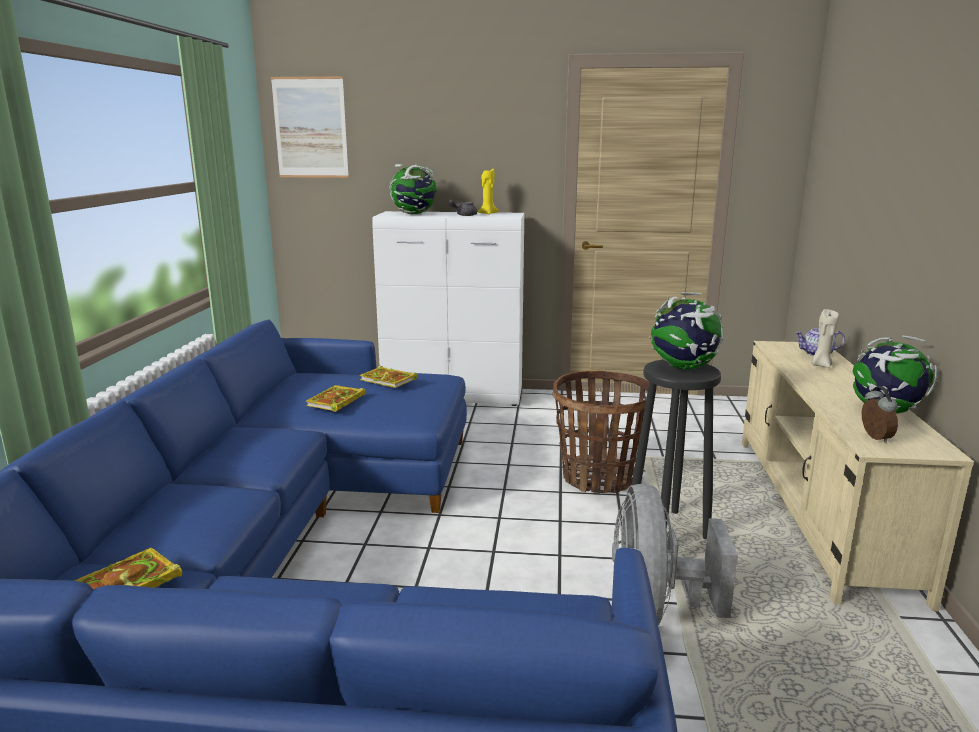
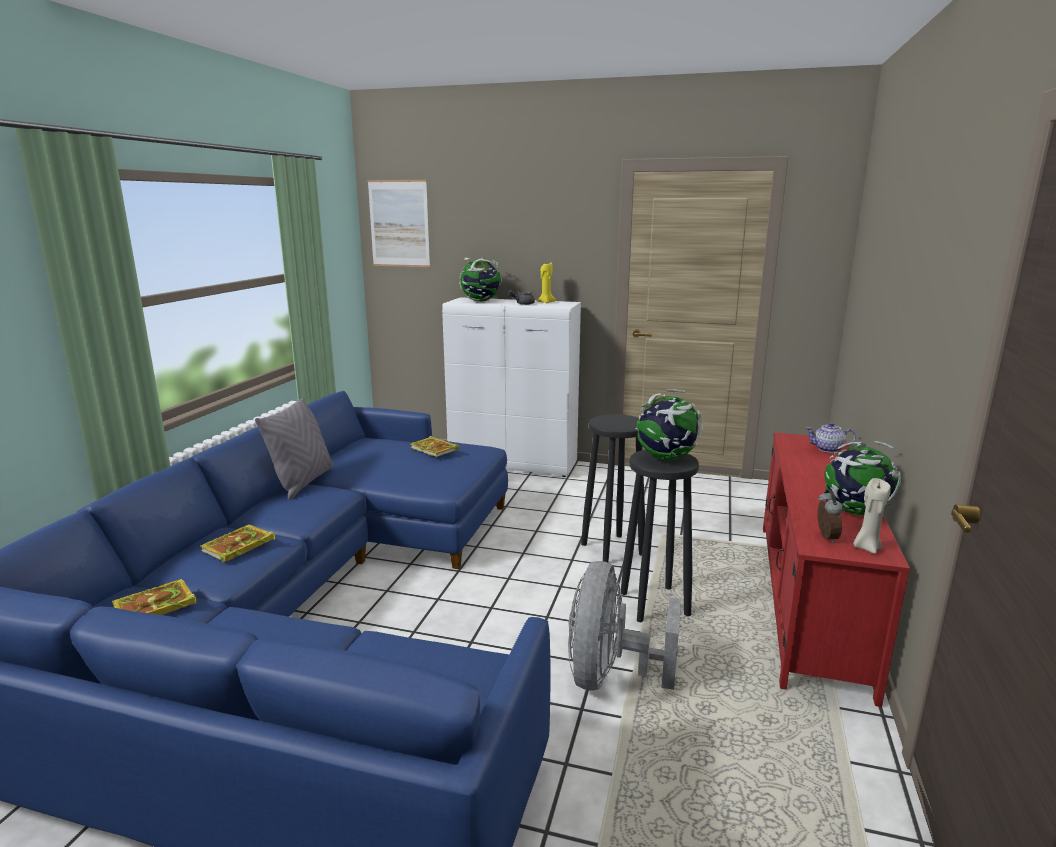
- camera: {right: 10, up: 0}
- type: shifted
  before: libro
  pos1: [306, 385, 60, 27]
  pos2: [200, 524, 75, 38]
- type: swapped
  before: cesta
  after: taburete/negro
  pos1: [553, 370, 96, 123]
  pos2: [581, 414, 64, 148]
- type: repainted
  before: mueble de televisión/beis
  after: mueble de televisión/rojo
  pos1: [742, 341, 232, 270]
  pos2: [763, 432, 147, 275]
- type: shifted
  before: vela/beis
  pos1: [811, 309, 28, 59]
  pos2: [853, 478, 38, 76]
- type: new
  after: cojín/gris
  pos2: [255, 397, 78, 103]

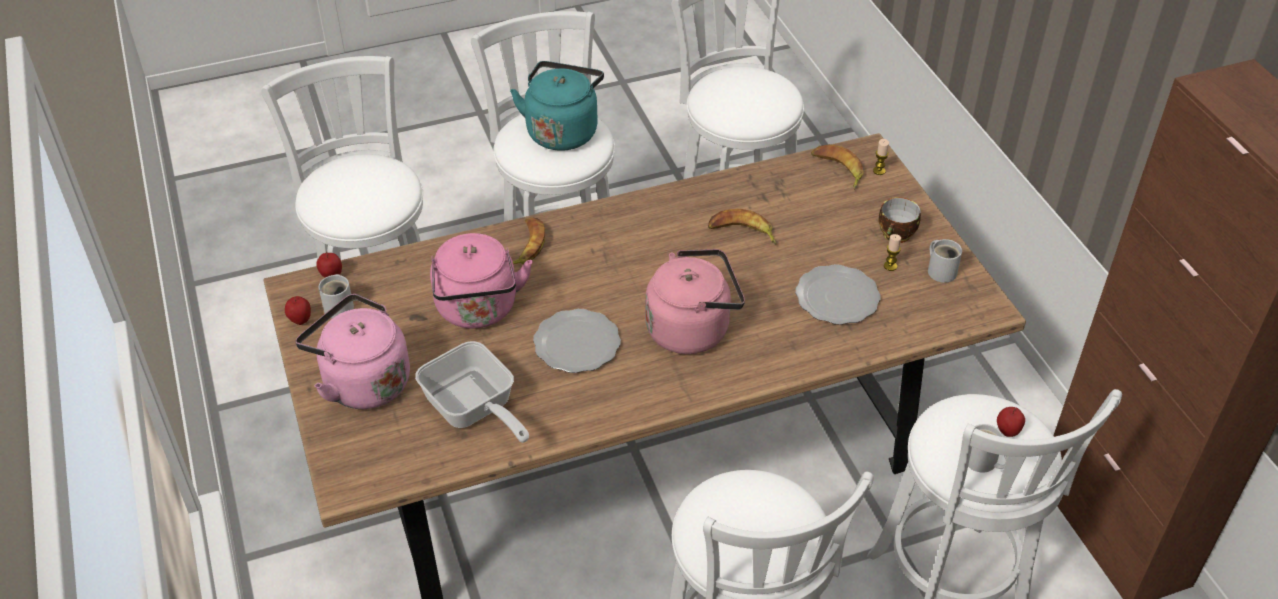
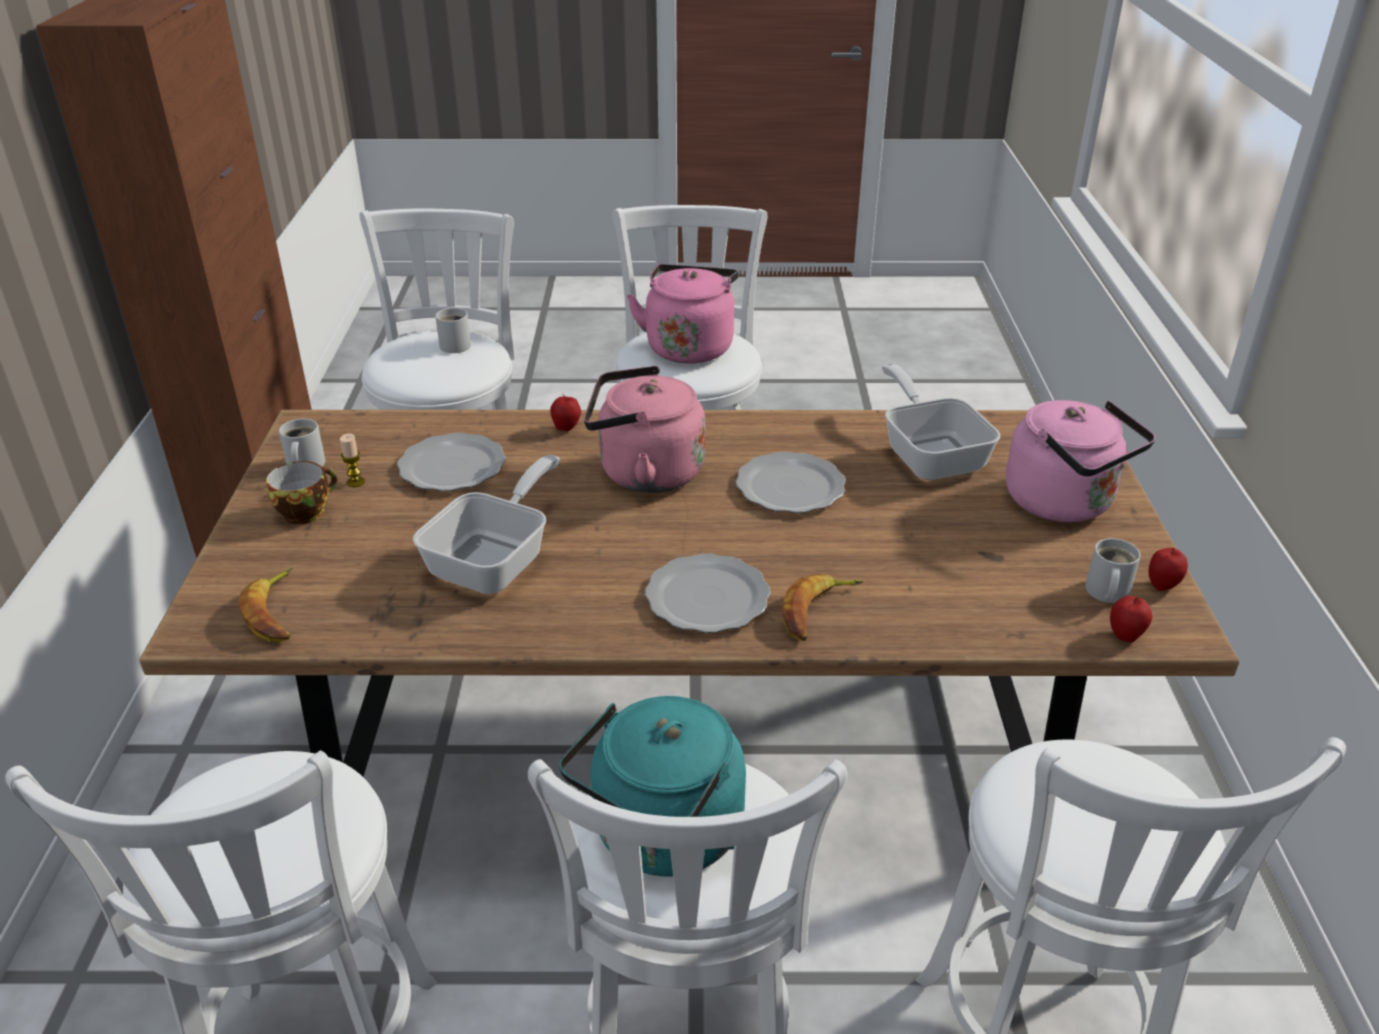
- camera: {right: -160, up: -10}
- type: shifted
  before: hervidor/rosa
  pos1: [430, 233, 103, 96]
  pos2: [627, 264, 112, 100]
- type: swapped
  before: plátano
  after: sartén
  pos1: [708, 209, 69, 36]
  pos2: [413, 455, 147, 139]
- type: gone
  before: vela
  pos1: [873, 139, 16, 36]
- type: shifted
  before: manzana
  pos1: [997, 407, 28, 30]
  pos2: [550, 394, 31, 37]
- type: new
  after: plato
  pos2: [645, 553, 126, 80]

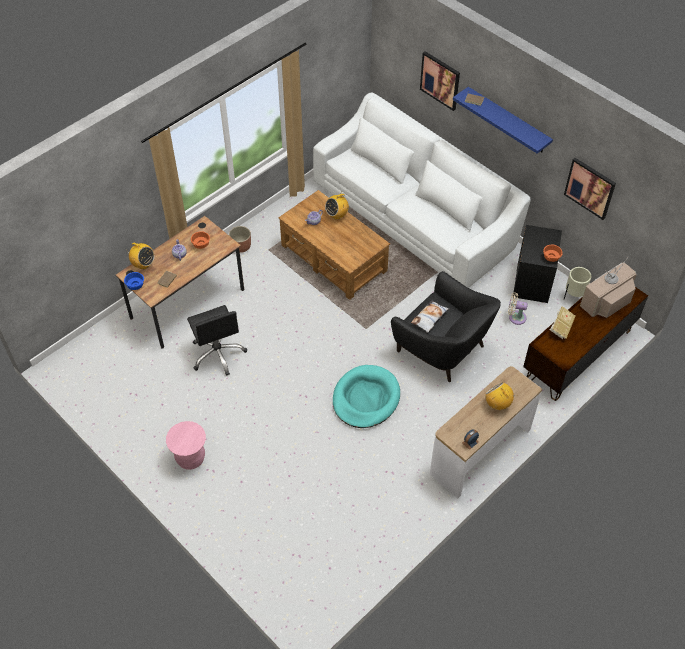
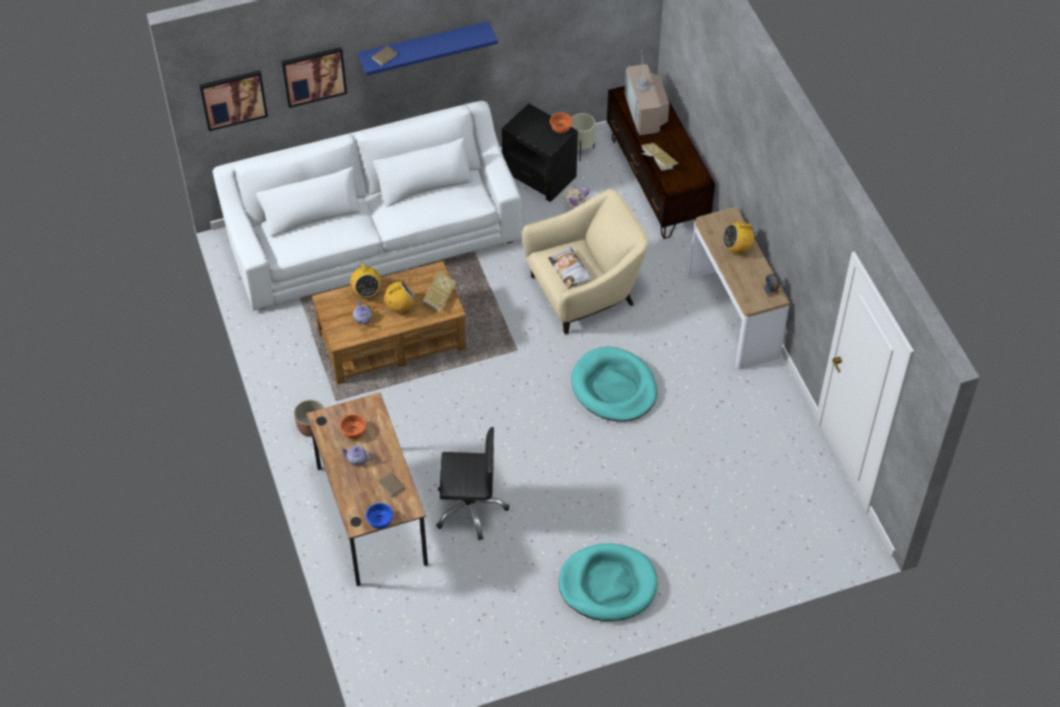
- camera: {right: -65, up: 0}
- type: shifted
  before: radio
  pos1: [128, 243, 26, 26]
  pos2: [385, 281, 31, 33]
- type: swapped
  before: taburete/rosa
  after: cama para perro/turquesa
  pos1: [166, 421, 40, 49]
  pos2: [559, 543, 99, 78]
- type: repainted
  before: sillón/negro
  after: sillón/beis
  pos1: [391, 271, 110, 111]
  pos2: [522, 189, 126, 145]
- type: shifted
  before: cuadro
  pos1: [564, 158, 52, 62]
  pos2: [199, 70, 69, 61]
- type: new
  after: libro
  pos2: [423, 271, 34, 40]

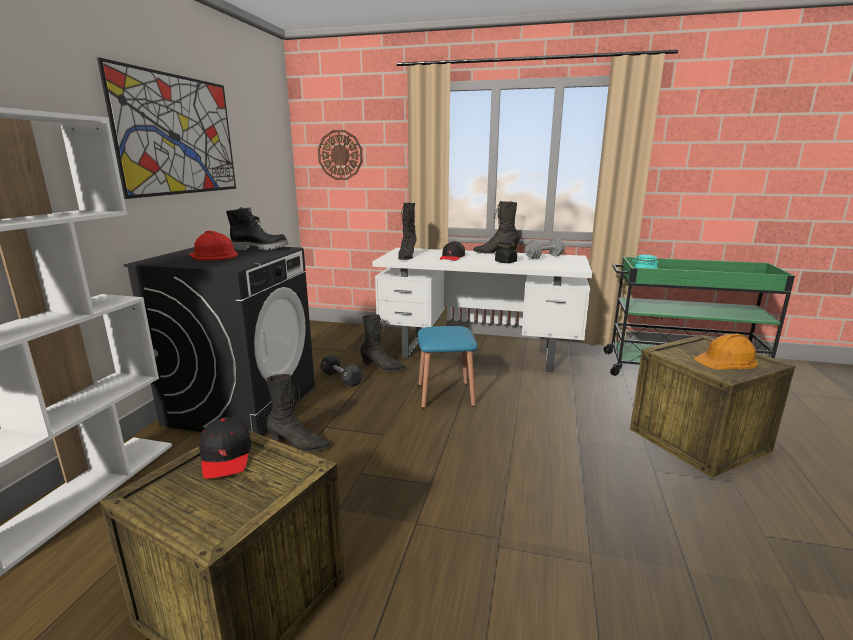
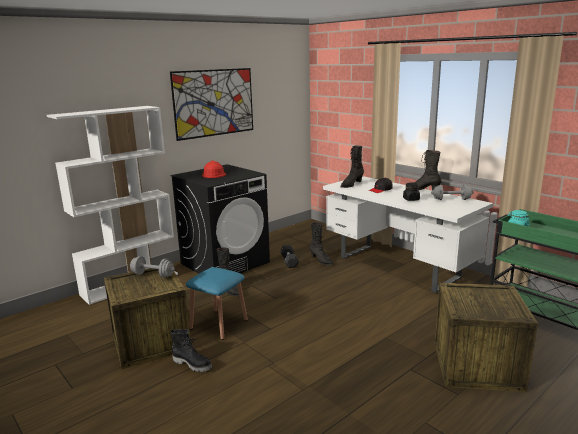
- camera: {right: 35, up: 0}
- type: swapped
  before: gorra/negro
  after: mancuerna/gris
  pos1: [199, 417, 52, 62]
  pos2: [130, 256, 45, 22]
- type: shifted
  before: bota/negro
  pos1: [226, 207, 62, 43]
  pos2: [170, 329, 42, 43]
- type: gone
  before: reloj de pared
  pos1: [318, 130, 45, 50]
- type: shifted
  before: taburete/azul
  pos1: [418, 326, 60, 82]
  pos2: [186, 267, 62, 73]
- type: gone
  before: casco/naranja
  pos1: [694, 334, 64, 36]

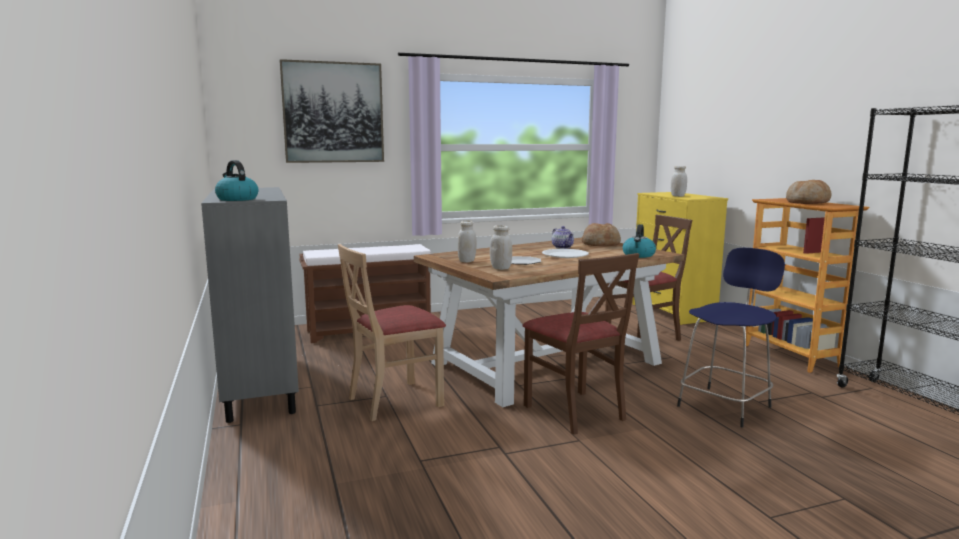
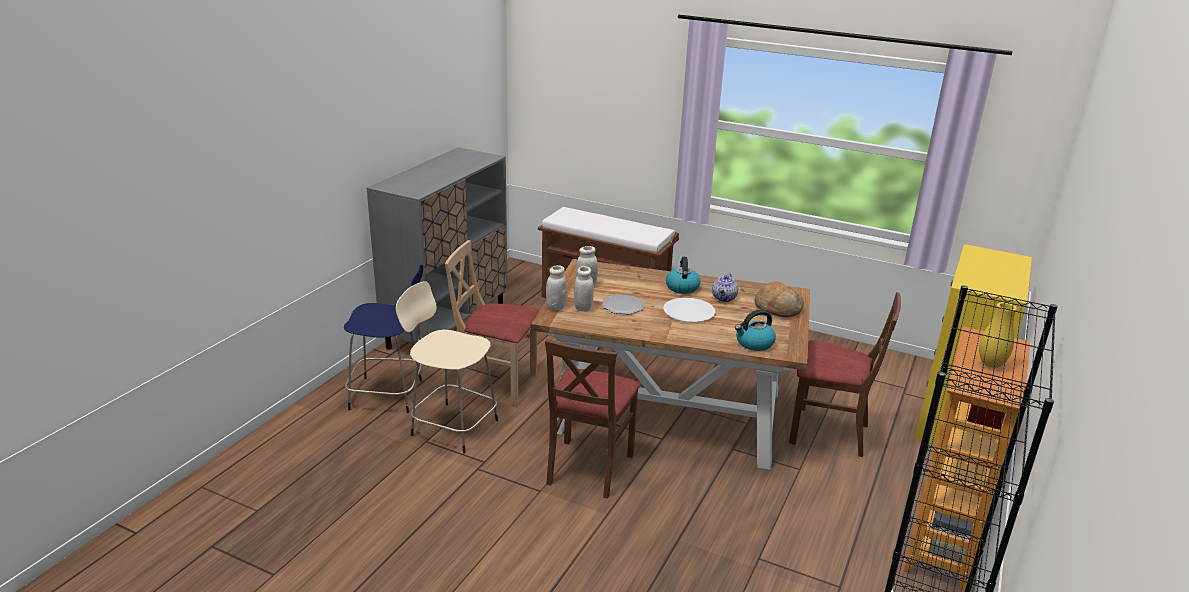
- camera: {right: 45, up: 15}
- type: shifted
  before: hervidor
  pos1: [215, 160, 44, 41]
  pos2: [666, 257, 35, 37]
- type: gone
  before: cuadro
  pos1: [280, 59, 104, 104]
- type: shifted
  before: tarro/blanco
  pos1: [671, 166, 16, 31]
  pos2: [546, 265, 21, 45]
- type: shifted
  before: taburete/azul
  pos1: [677, 248, 108, 180]
  pos2: [344, 265, 79, 148]
- type: swapped
  before: pan
  after: florero/amarillo
  pos1: [786, 180, 46, 24]
  pos2: [979, 302, 38, 66]
- type: new
  after: taburete/beis
  pos2: [396, 282, 102, 171]

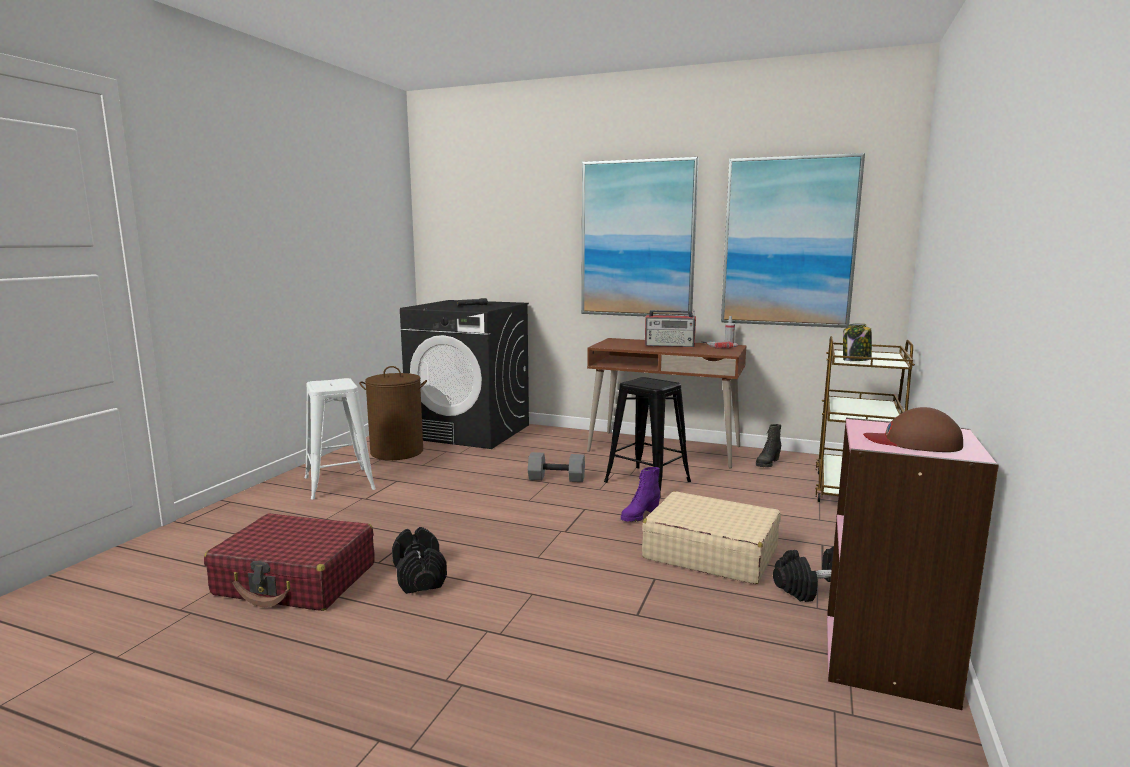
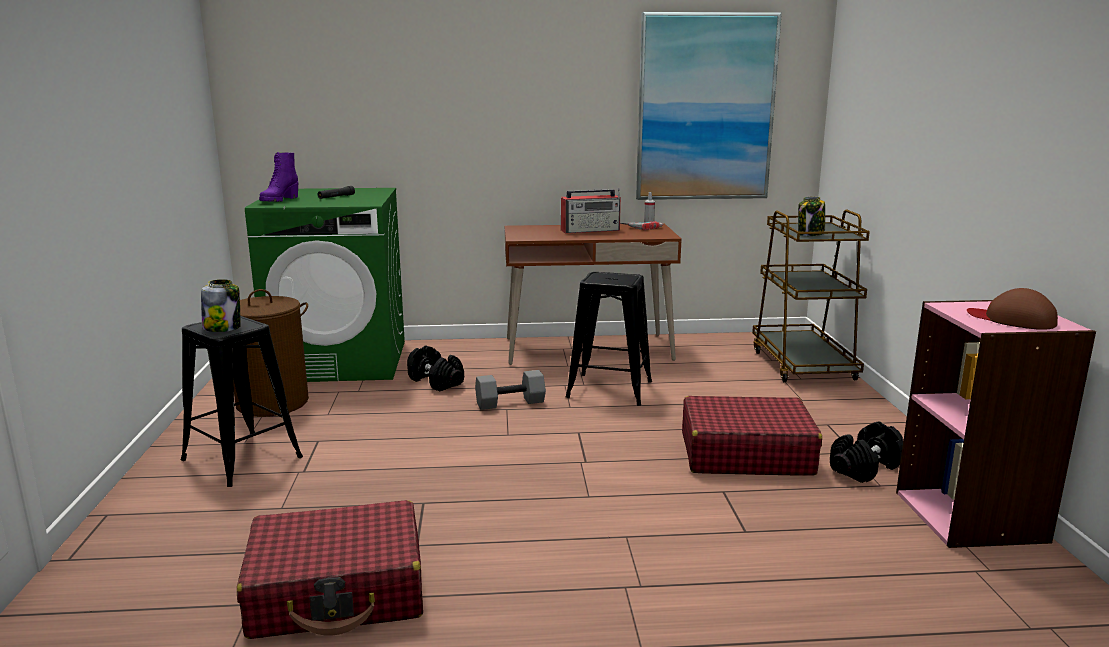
- camera: {right: -25, up: 5}
- type: repainted
  before: taburete/blanco
  after: taburete/negro
  pos1: [305, 378, 71, 122]
  pos2: [181, 316, 122, 171]
- type: shifted
  before: mancuerna/negro
  pos1: [392, 527, 55, 67]
  pos2: [407, 345, 57, 46]
- type: repainted
  before: lavadora/negro
  after: lavadora/verde
  pos1: [400, 300, 129, 149]
  pos2: [245, 188, 160, 194]
- type: gone
  before: cuadro
  pos1: [581, 157, 118, 159]
- type: shifted
  before: bota/morado
  pos1: [621, 467, 39, 55]
  pos2: [259, 152, 39, 50]
- type: repainted
  before: maleta/beis
  after: maleta/rojo
  pos1: [642, 491, 139, 93]
  pos2: [682, 396, 140, 80]
- type: gone
  before: bota/negro
  pos1: [756, 424, 25, 43]
- type: rotated
  before: gorra/marrón
  pos1: [863, 407, 100, 45]
  pos2: [967, 288, 91, 42]
  turn: 45
- type: new
  after: tarro
  pos2: [201, 279, 40, 53]

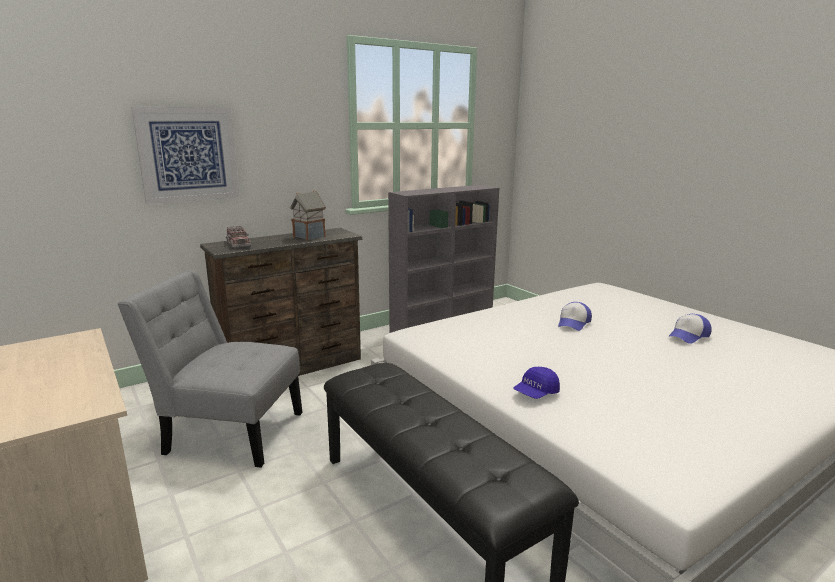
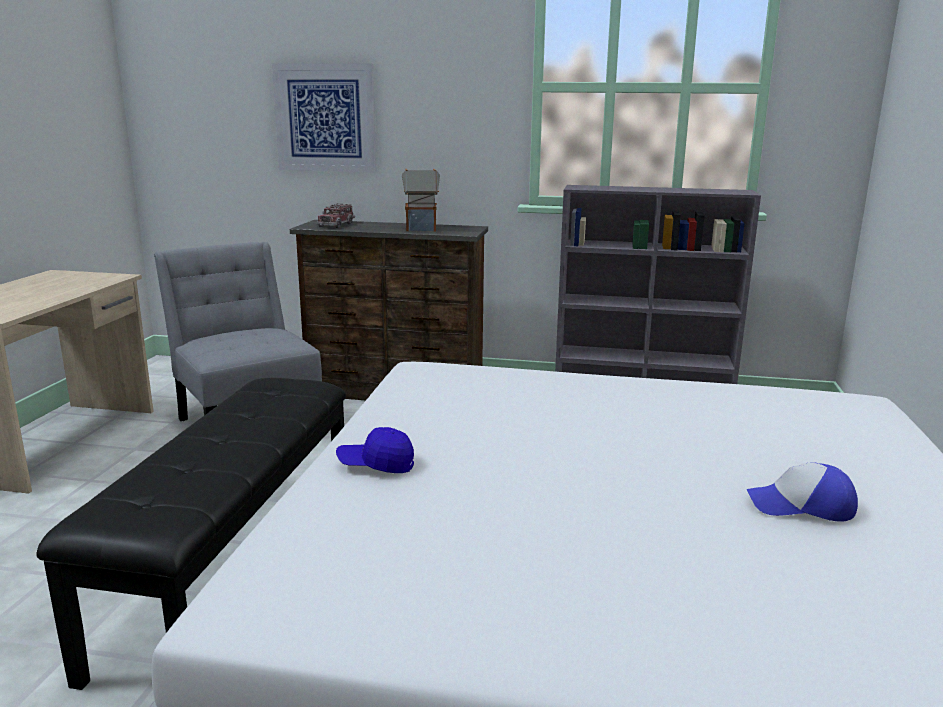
- camera: {right: 45, up: 0}
- type: gone
  before: gorra
  pos1: [558, 302, 34, 29]

